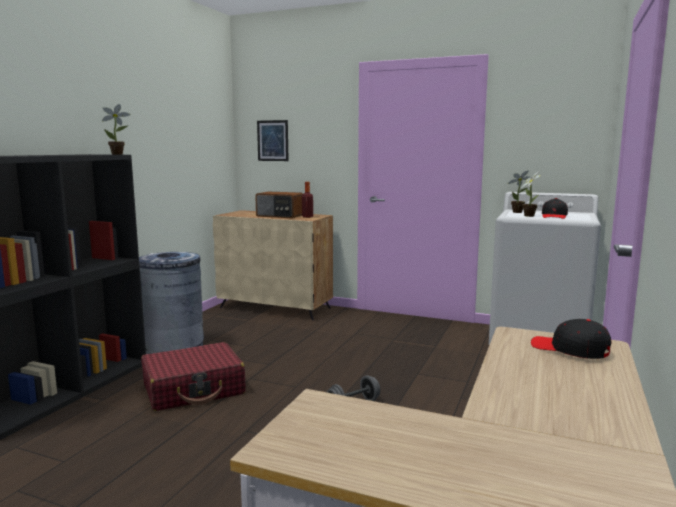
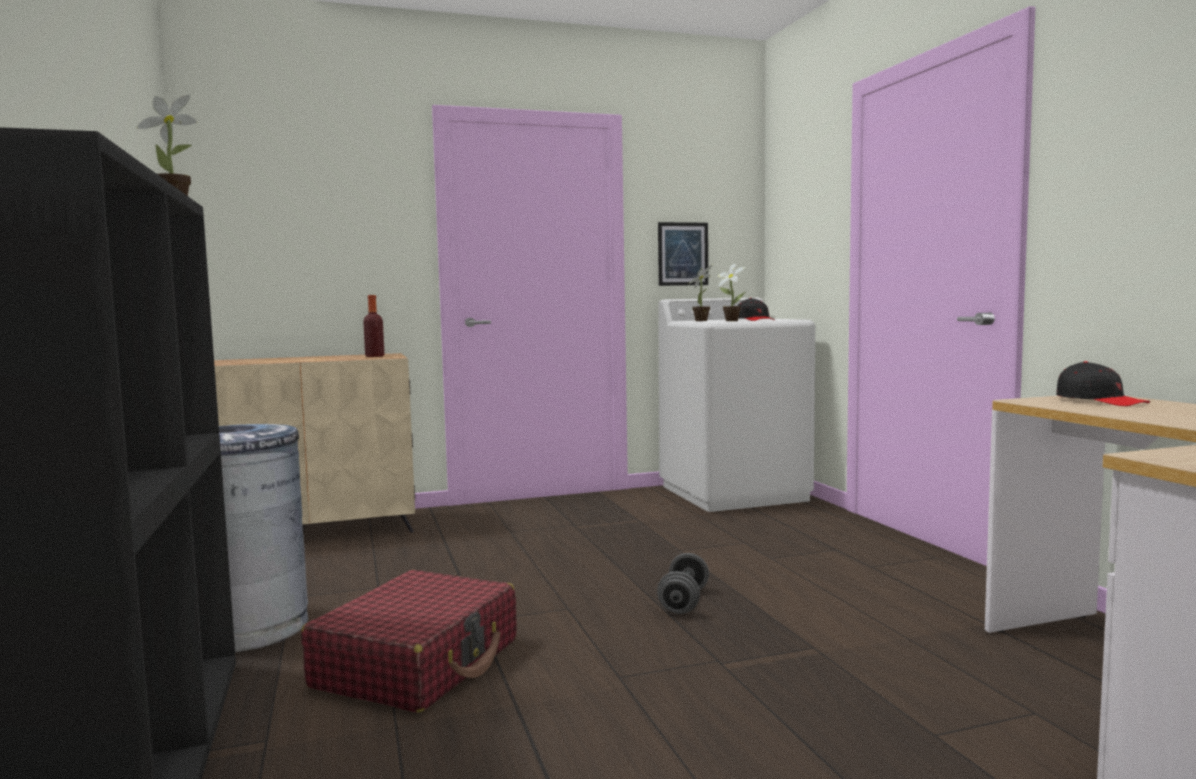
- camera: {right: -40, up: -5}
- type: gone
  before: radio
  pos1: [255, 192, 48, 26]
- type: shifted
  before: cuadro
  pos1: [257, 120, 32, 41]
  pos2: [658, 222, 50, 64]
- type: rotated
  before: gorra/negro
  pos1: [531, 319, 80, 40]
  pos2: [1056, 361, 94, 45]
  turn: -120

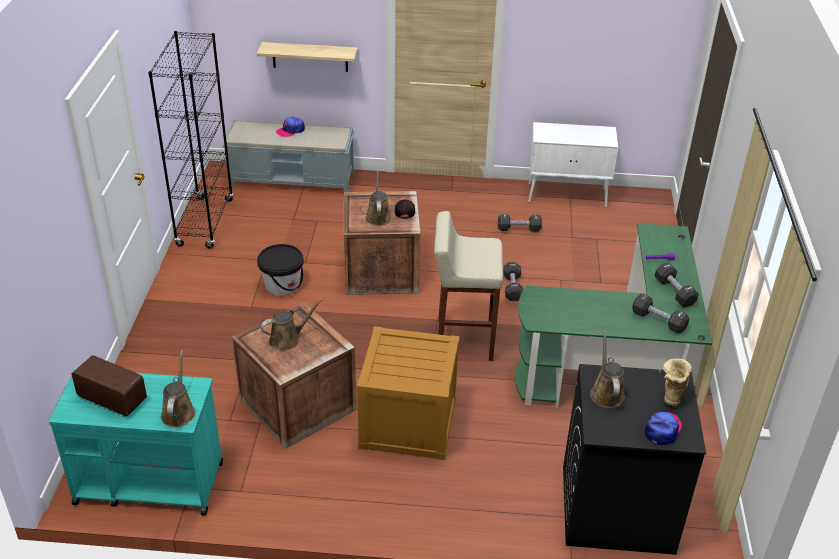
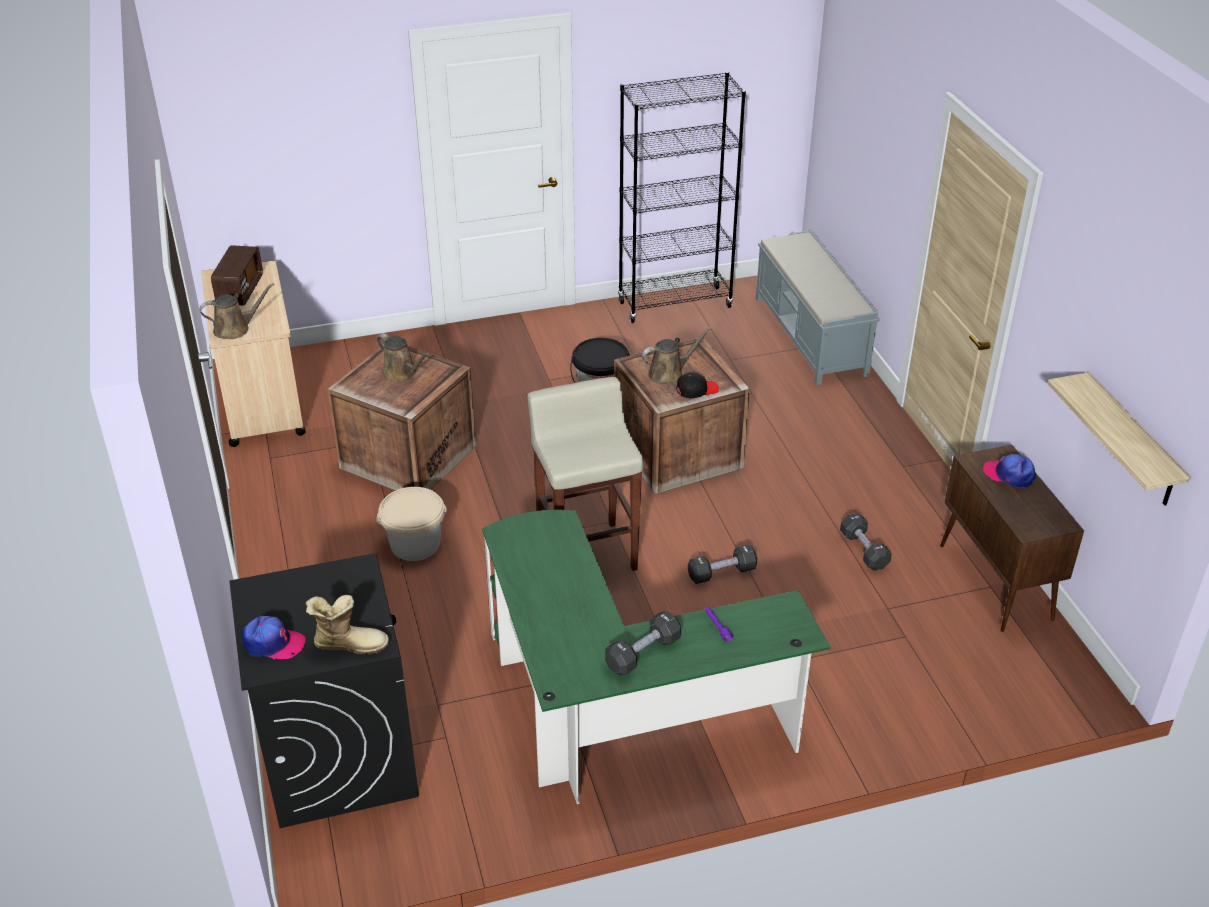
- camera: {right: 70, up: 0}
- type: repainted
  before: carrito/turquesa
  after: carrito/beis
  pos1: [49, 368, 174, 148]
  pos2: [201, 261, 105, 186]
- type: shifted
  before: estante
  pos1: [257, 42, 101, 30]
  pos2: [1047, 372, 144, 134]
- type: shifted
  before: gorra
  pos1: [276, 117, 29, 20]
  pos2: [983, 454, 53, 34]
- type: swapped
  before: caja de embalaje
  after: cubo/beis
  pos1: [357, 326, 103, 134]
  pos2: [376, 487, 71, 74]
- type: repainted
  before: armario/blanco
  after: armario/marrón
  pos1: [528, 122, 90, 85]
  pos2: [940, 445, 144, 187]
- type: gone
  before: regadera/marrón
  pos1: [590, 330, 35, 78]
- type: gone
  before: mancuerna/negro
  pos1: [632, 293, 57, 41]

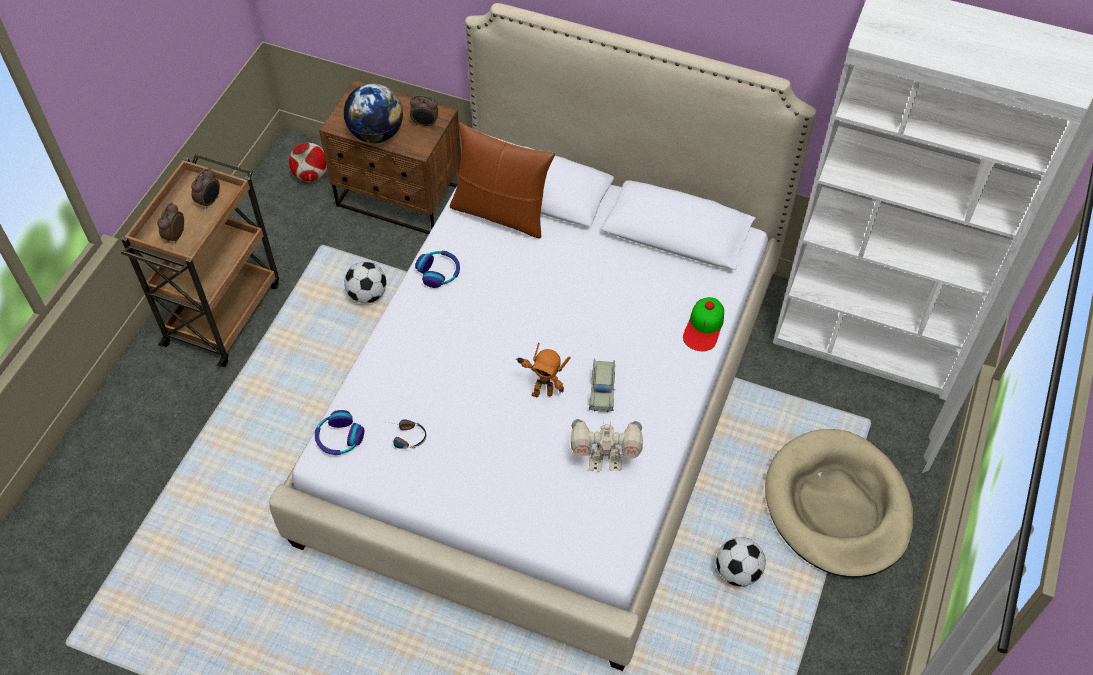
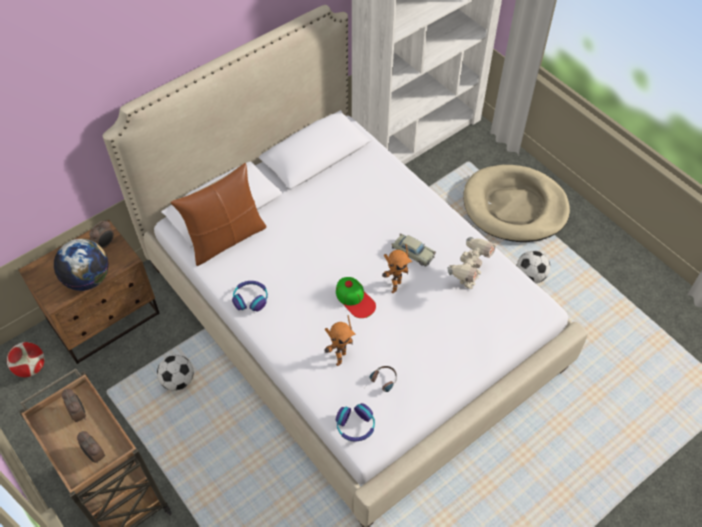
- camera: {right: -60, up: 0}
- type: shifted
  before: gorra
  pos1: [683, 297, 41, 54]
  pos2: [336, 277, 40, 41]
- type: new
  after: robot de juguete
  pos2: [324, 315, 32, 51]

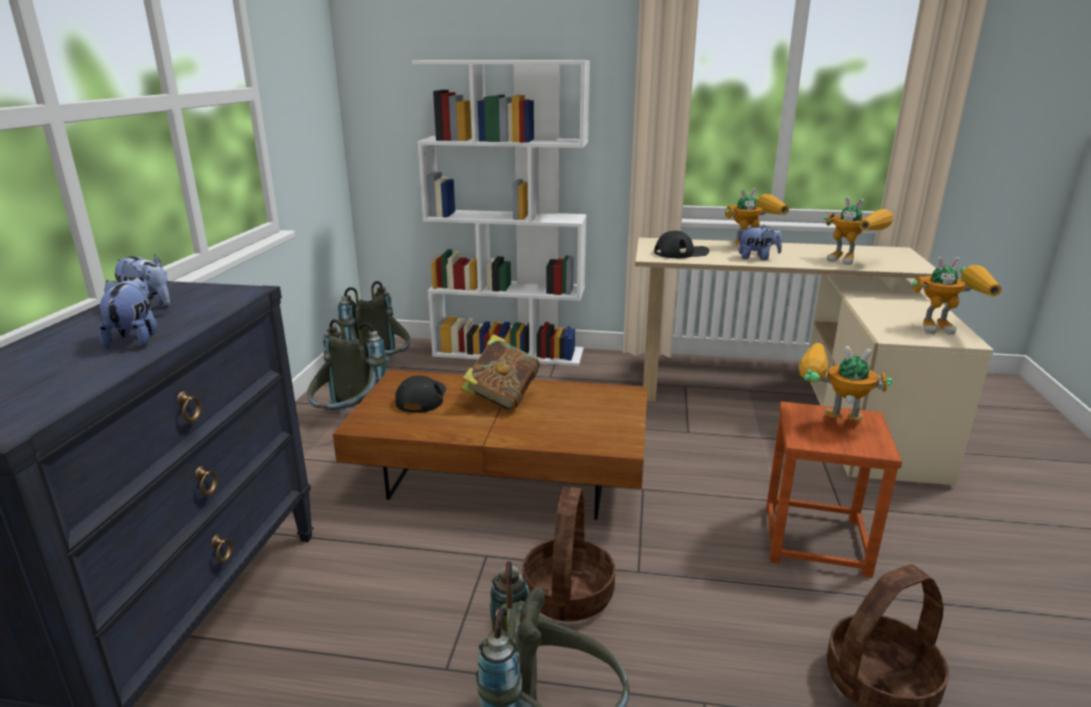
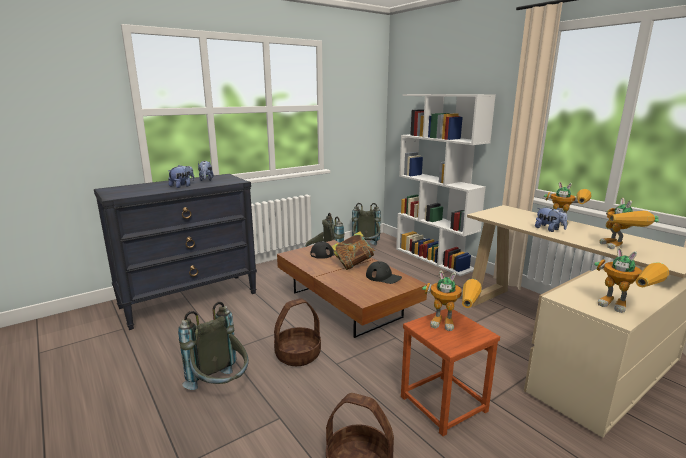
- camera: {right: 45, up: -5}
- type: shifted
  before: gorra/negro
  pos1: [654, 231, 55, 27]
  pos2: [366, 261, 36, 23]
- type: rotated
  before: robot de juguete
  pos1: [799, 343, 94, 78]
  pos2: [422, 271, 60, 60]
  turn: 135

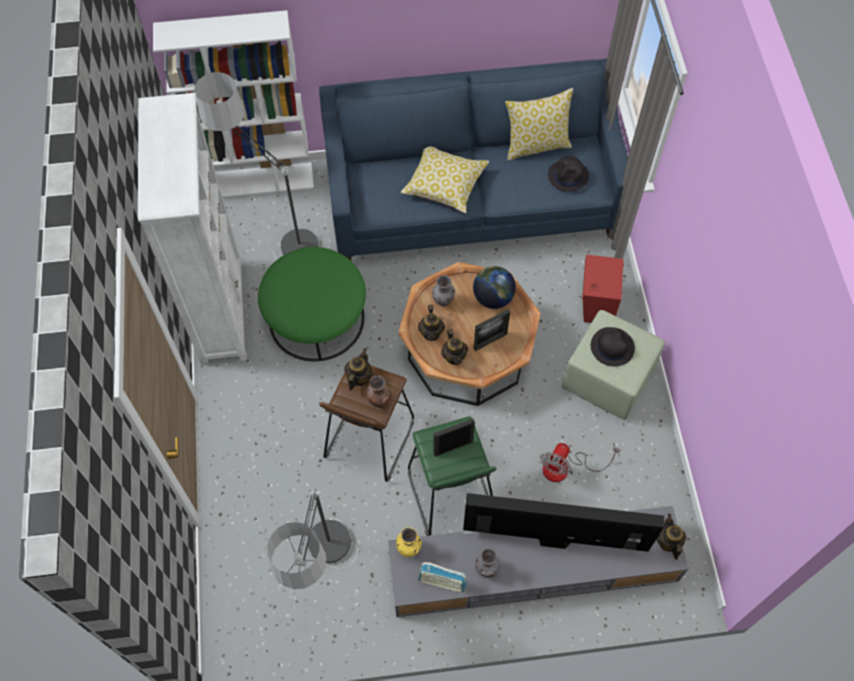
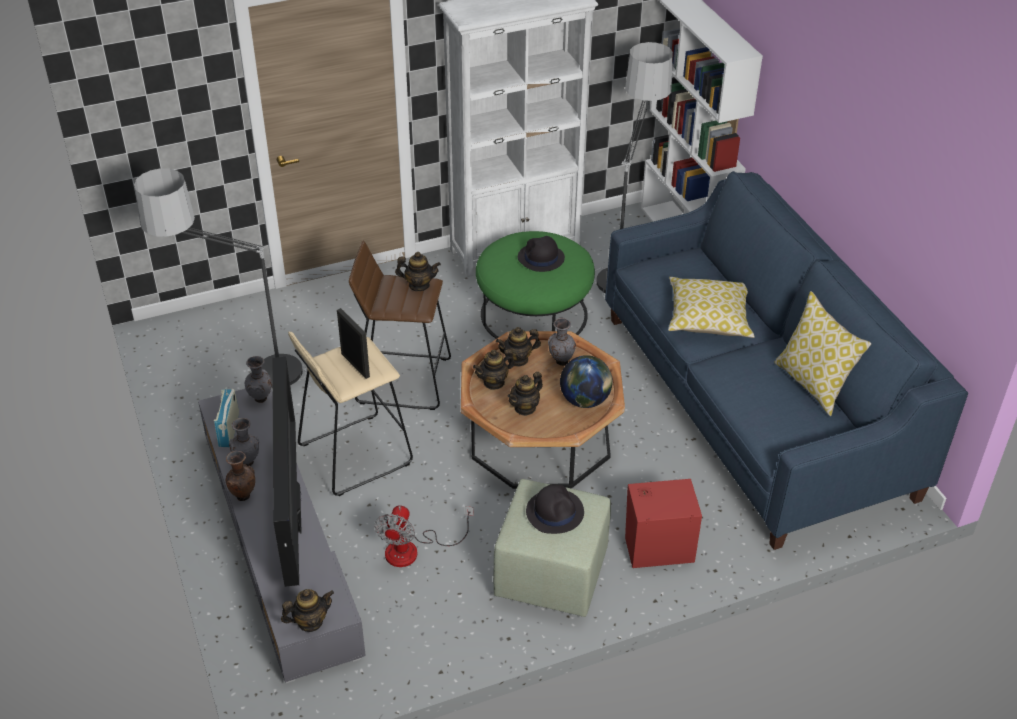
- camera: {right: 75, up: -20}
- type: shifted
  before: florero/marrón
  pos1: [366, 375, 26, 33]
  pos2: [226, 451, 29, 50]
- type: repainted
  before: florero/amarillo
  after: florero/gris
  pos1: [396, 527, 26, 30]
  pos2: [245, 356, 27, 47]
- type: repainted
  before: taburete/verde
  after: taburete/beis
  pos1: [408, 416, 88, 120]
  pos2: [288, 331, 125, 165]
- type: swapped
  before: portarretratos
  after: tetera
  pos1: [474, 309, 36, 42]
  pos2: [508, 372, 35, 44]
- type: rotated
  before: ventilador
  pos1: [540, 443, 80, 39]
  pos2: [374, 506, 100, 61]
  turn: -90
- type: shifted
  before: sombrero/negro
  pos1: [548, 156, 41, 36]
  pos2: [518, 236, 47, 36]

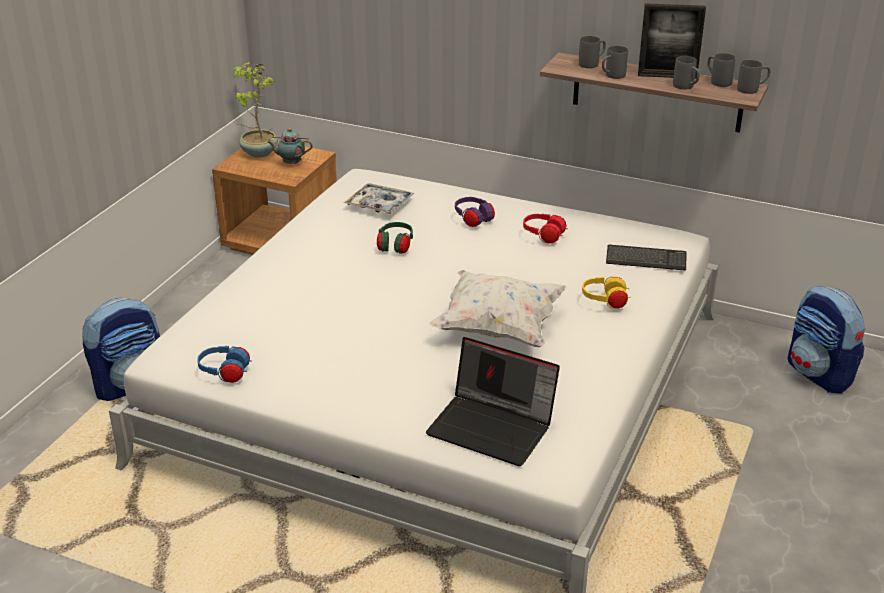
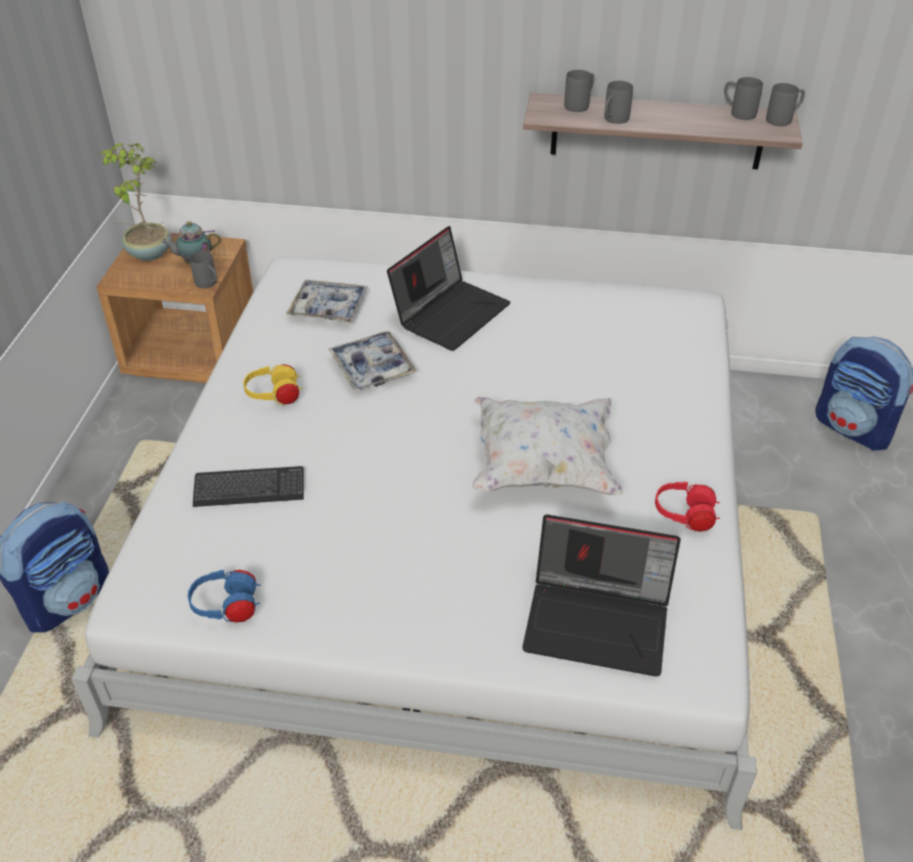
- camera: {right: -15, up: 10}
- type: swapped
  before: auriculares/verde
  after: bandeja
  pos1: [377, 222, 36, 32]
  pos2: [329, 331, 88, 59]
- type: swapped
  before: auriculares/morado
  after: portátil
  pos1: [455, 197, 40, 30]
  pos2: [387, 226, 124, 125]
- type: shifted
  before: auriculares/rojo
  pos1: [523, 214, 44, 30]
  pos2: [655, 482, 65, 50]
- type: shifted
  before: auriculares/amarillo
  pos1: [582, 276, 49, 33]
  pos2: [243, 364, 59, 41]
- type: shifted
  before: teclado
  pos1: [606, 245, 80, 26]
  pos2: [193, 466, 111, 41]
- type: gone
  before: portarretratos
  pos1: [638, 3, 68, 76]
- type: shifted
  before: taza grande/gris
  pos1: [673, 56, 27, 34]
  pos2: [190, 251, 27, 37]

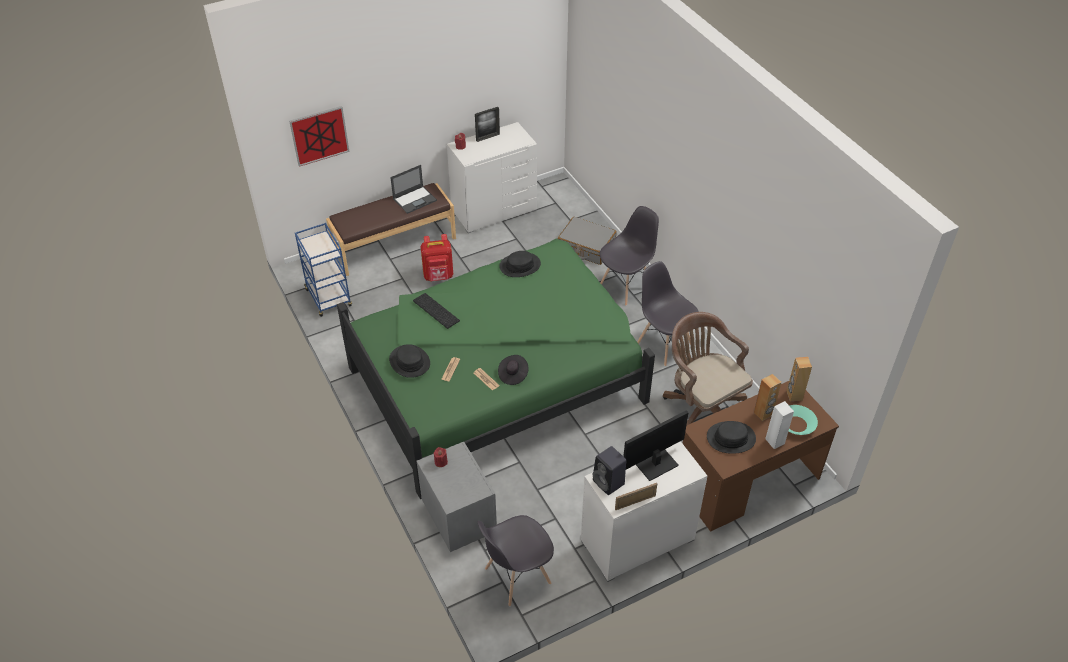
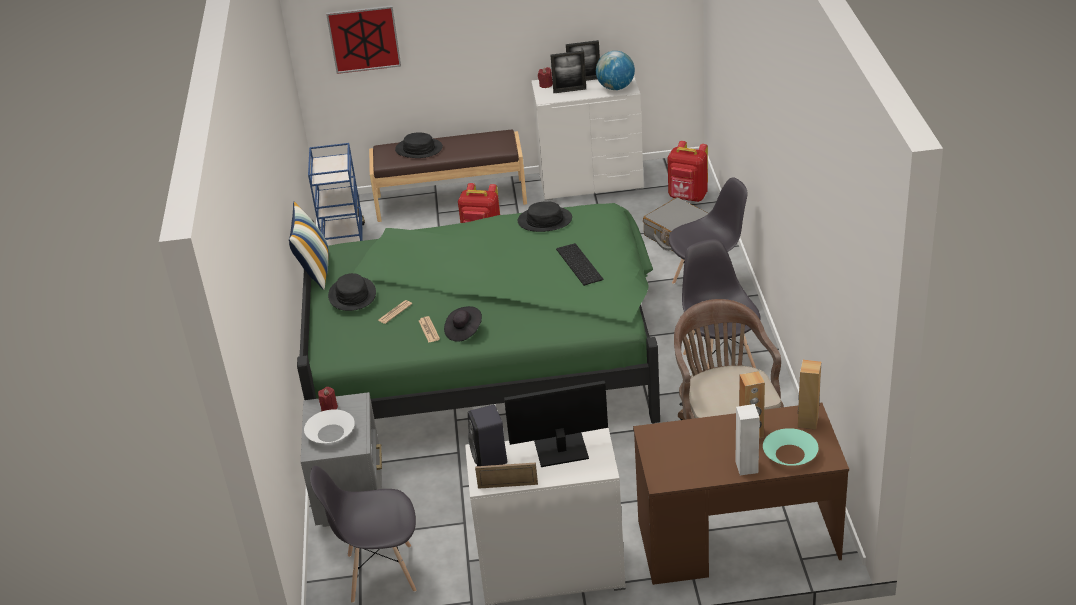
- camera: {right: 25, up: -10}
- type: gone
  before: portátil
  pos1: [390, 165, 47, 49]
- type: shifted
  before: teclado
  pos1: [413, 293, 47, 36]
  pos2: [556, 243, 47, 43]
- type: shifted
  before: sombrero/negro
  pos1: [707, 421, 49, 33]
  pos2: [395, 132, 48, 26]
- type: new
  after: cojín
  pos2: [289, 201, 40, 89]
- type: new
  after: cuenco/blanco
  pos2: [304, 409, 51, 34]
- type: new
  after: portarretratos
  pos2: [551, 51, 35, 42]
- type: new
  after: globo terráqueo
  pos2: [596, 51, 39, 39]
- type: new
  after: mochila/rojo
  pos2: [667, 141, 41, 61]

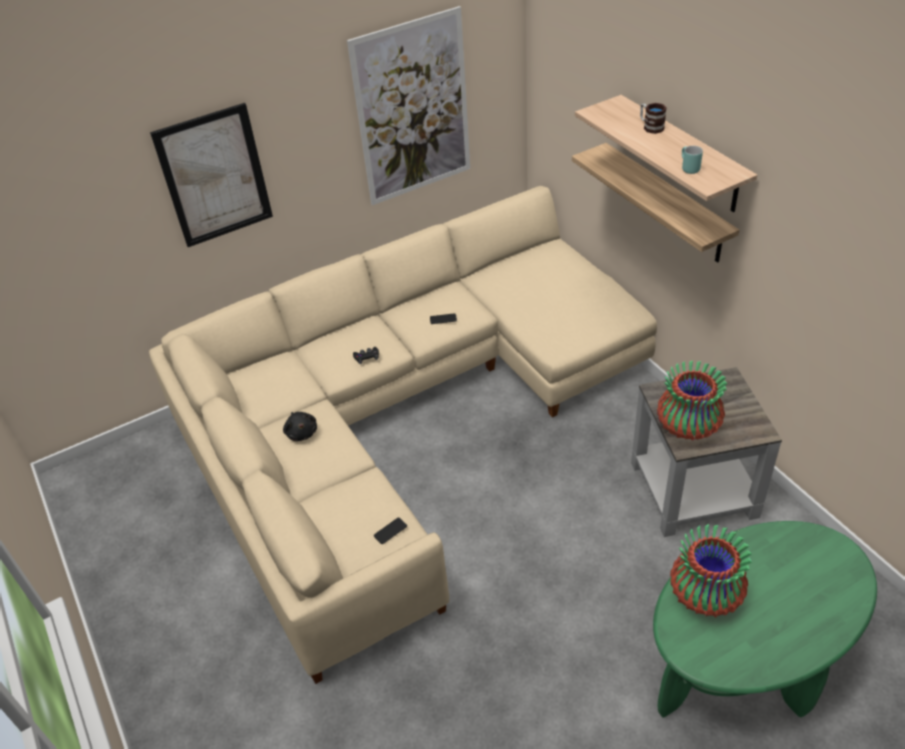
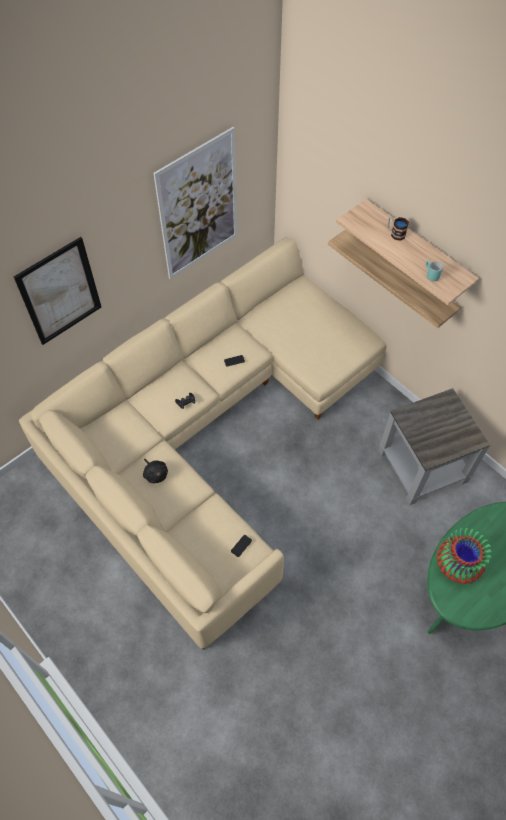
- camera: {right: -15, up: 15}
- type: gone
  before: florero
  pos1: [657, 360, 70, 81]

